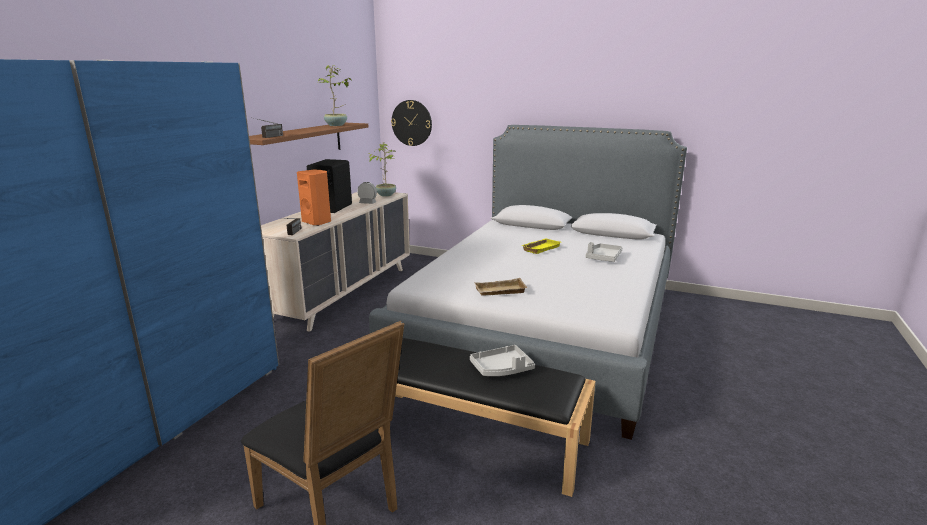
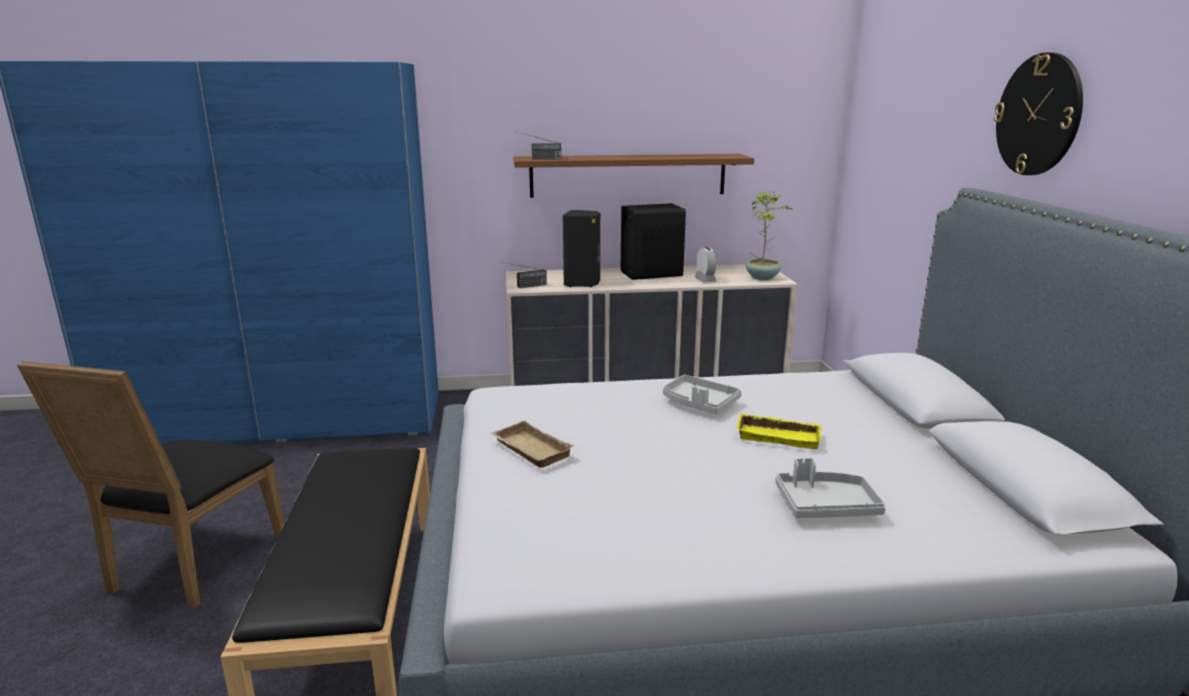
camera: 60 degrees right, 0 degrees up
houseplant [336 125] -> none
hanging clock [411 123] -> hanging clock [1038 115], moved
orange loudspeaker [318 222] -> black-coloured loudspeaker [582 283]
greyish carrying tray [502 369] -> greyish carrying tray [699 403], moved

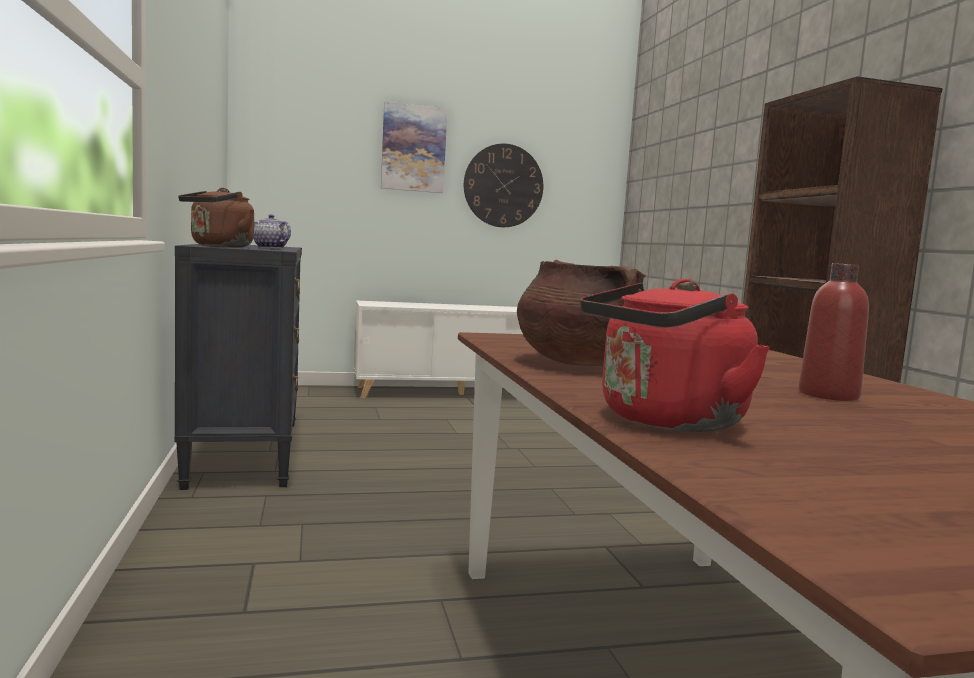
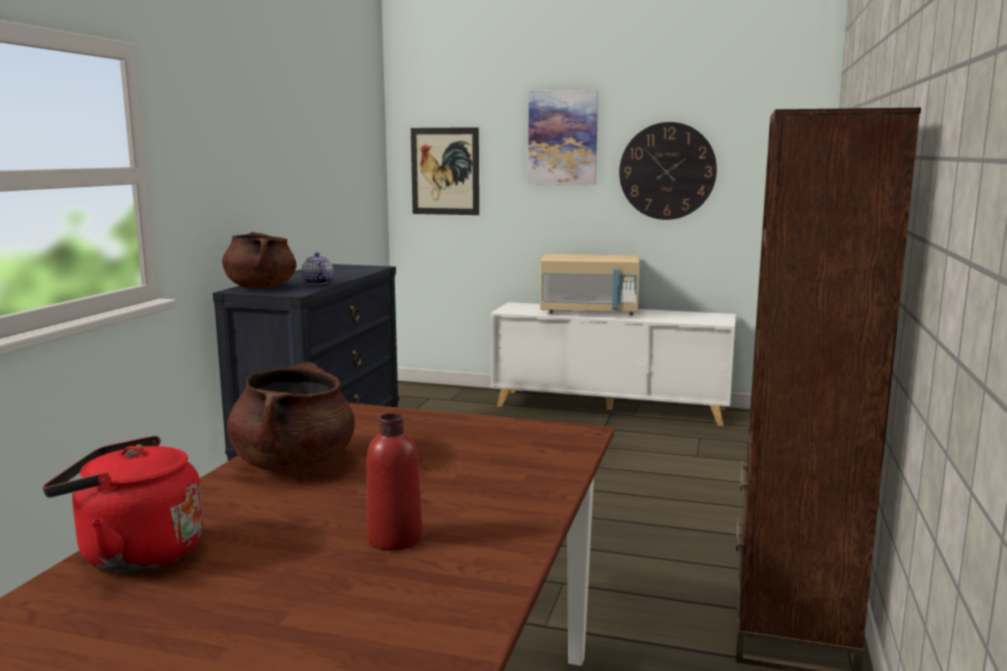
camera: 30 degrees right, 5 degrees up
brown-coloured water kettle [219 246] -> brown-coloured saucepot [261 287]
none -> picture [445 171]
none -> beige microwave [589 312]

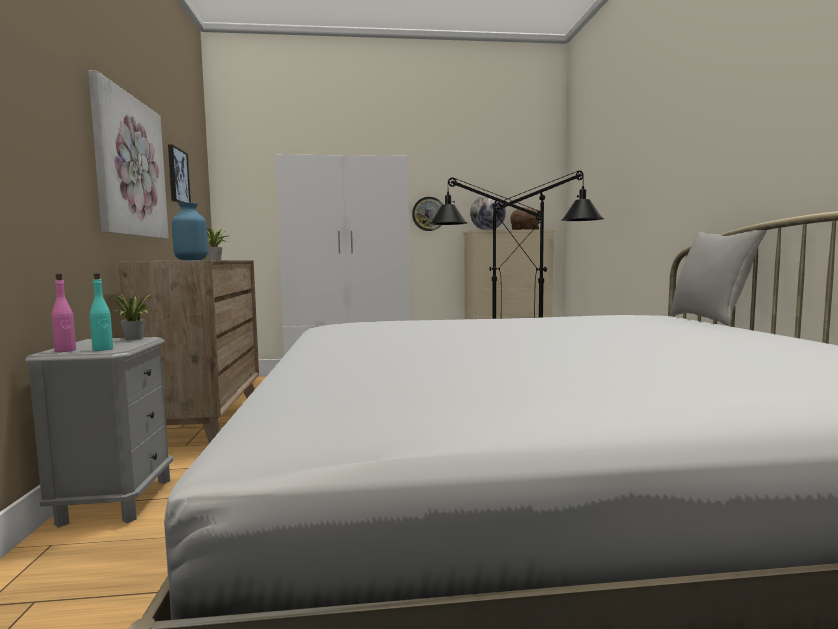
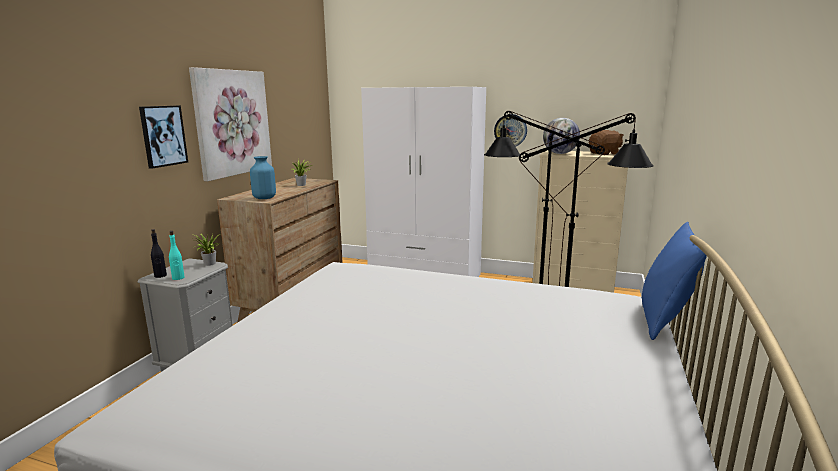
camera: 25 degrees right, 10 degrees up
picture [177 176] -> picture [163 136], moved
greyish cushion [710 320] -> blue cushion [664 321]
pink-coloured bottle [65 350] -> black-coloured bottle [160 276]

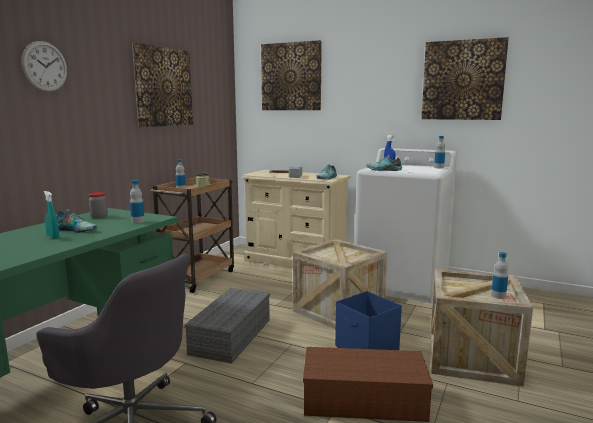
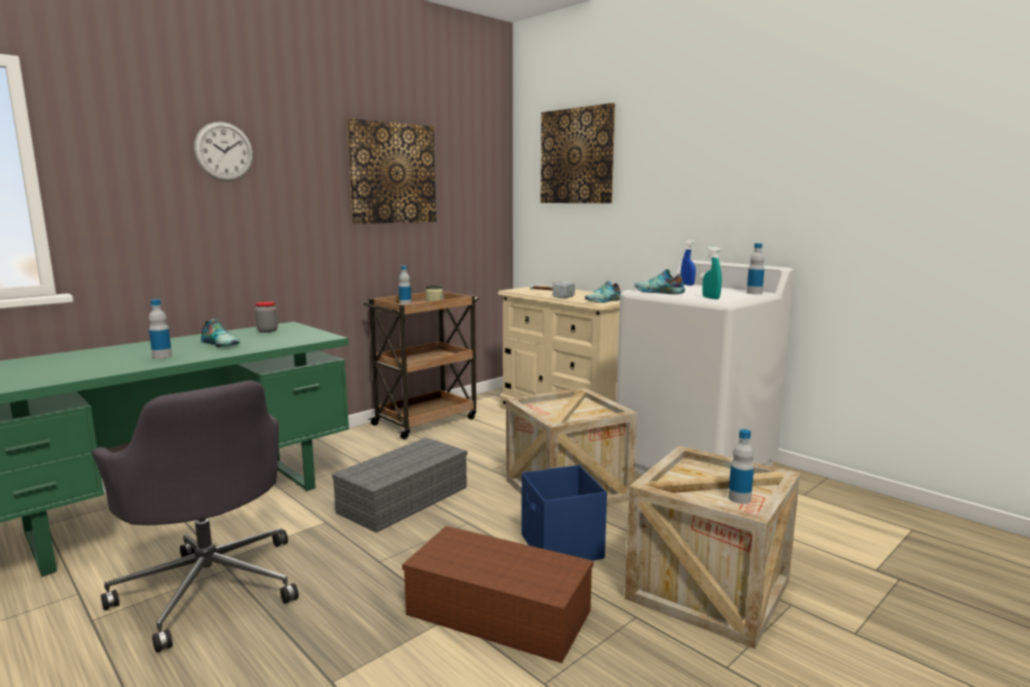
camera: 20 degrees right, 0 degrees up
picture [463 80] -> none
bottle [138 221] -> bottle [162 356], moved
turquoise-coloured hand sprayer [53 237] -> turquoise-coloured hand sprayer [710 298], moved

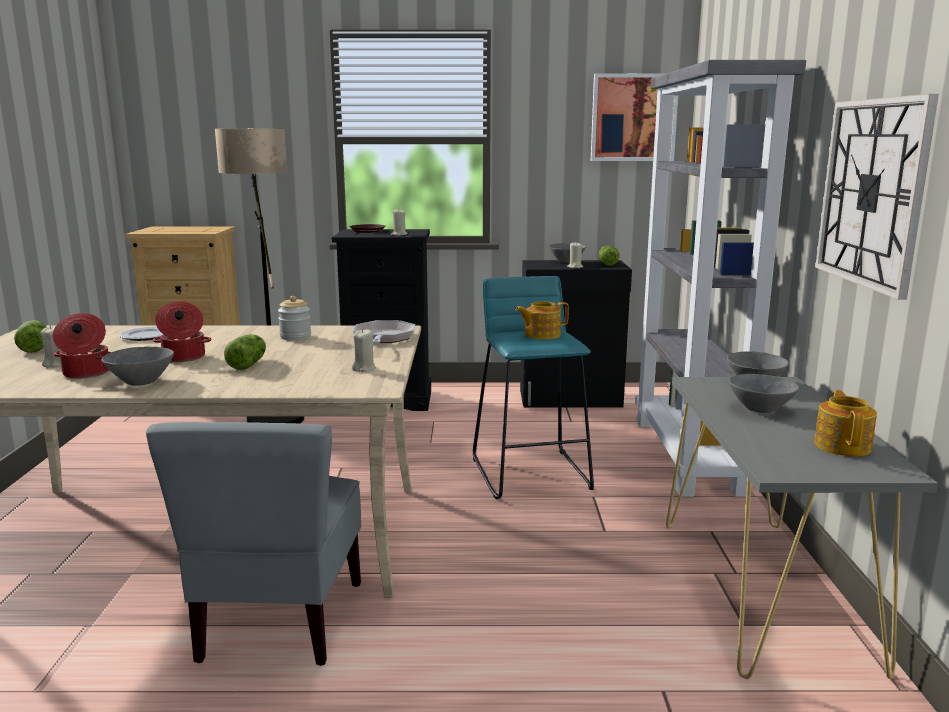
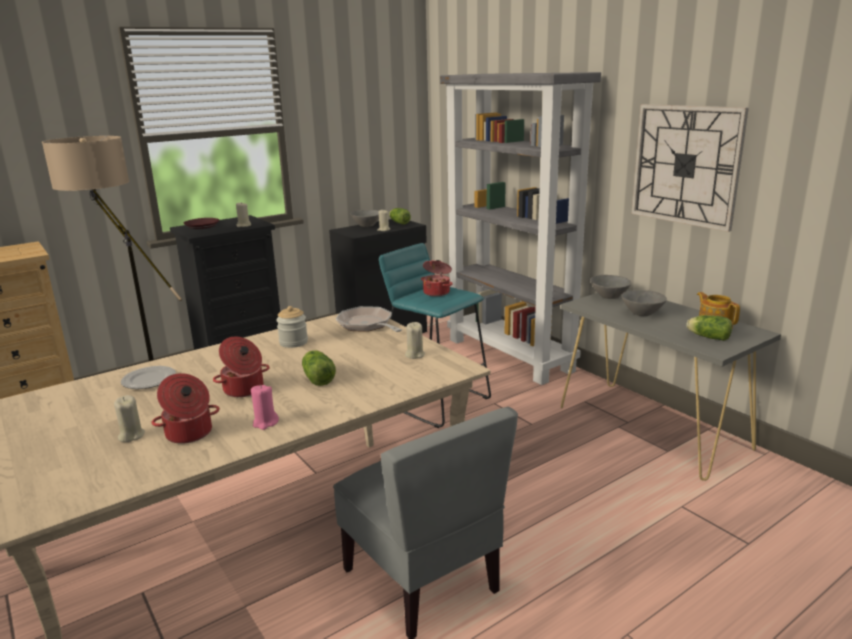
camera: 35 degrees left, 5 degrees up
picture [633 118] -> none
teapot [541 335] -> saucepot [437 292]
lettuce head [35 347] -> lettuce head [707 337], moved
greyish bowl [142 381] -> pink-coloured candle [265 423]

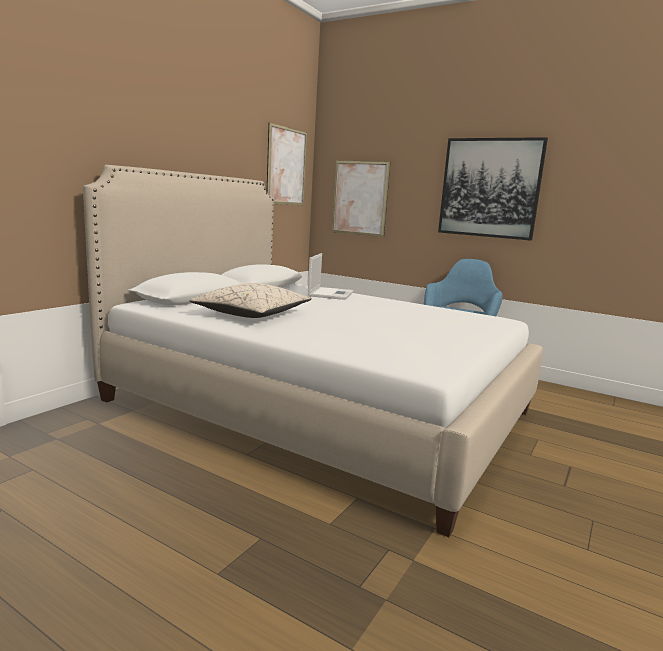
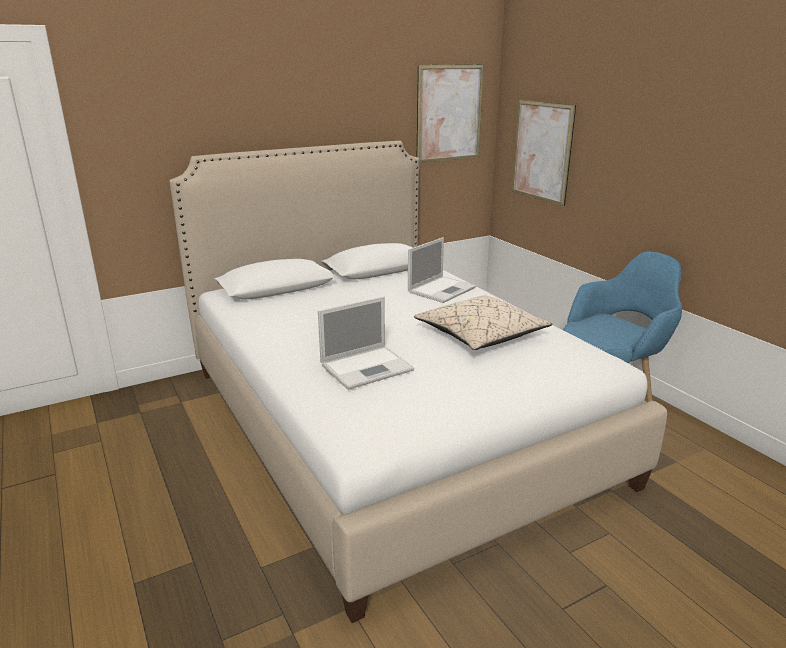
camera: 30 degrees right, 10 degrees up
picture [490 188] -> none
beige cushion [251 314] -> beige cushion [480 335], moved
none -> laptop [368 367]

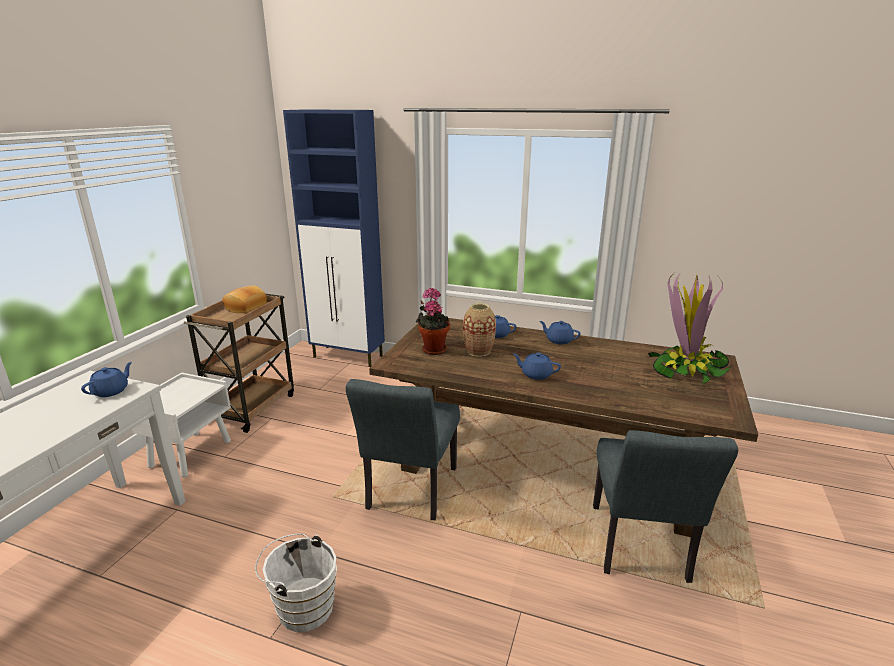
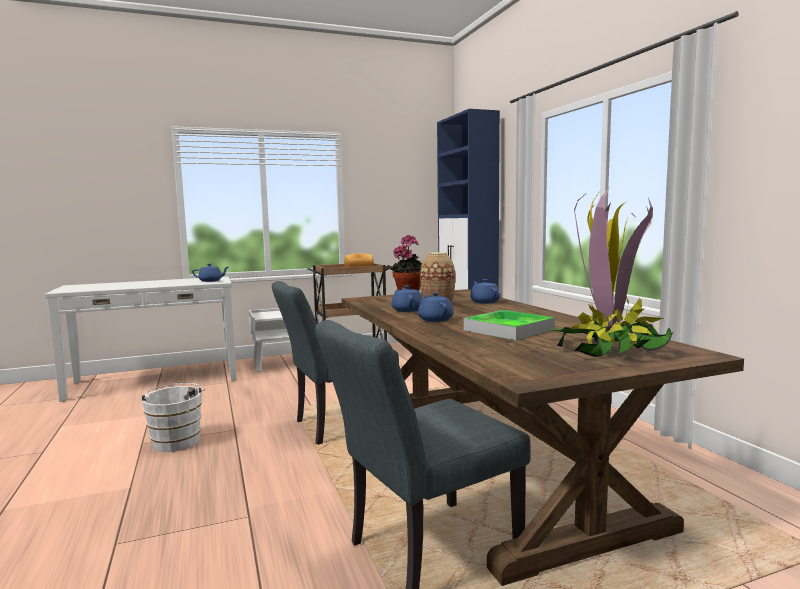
camera: 50 degrees right, 15 degrees down
blue teapot [559 340] -> blue teapot [407 310], moved
none -> carrying tray [508 330]

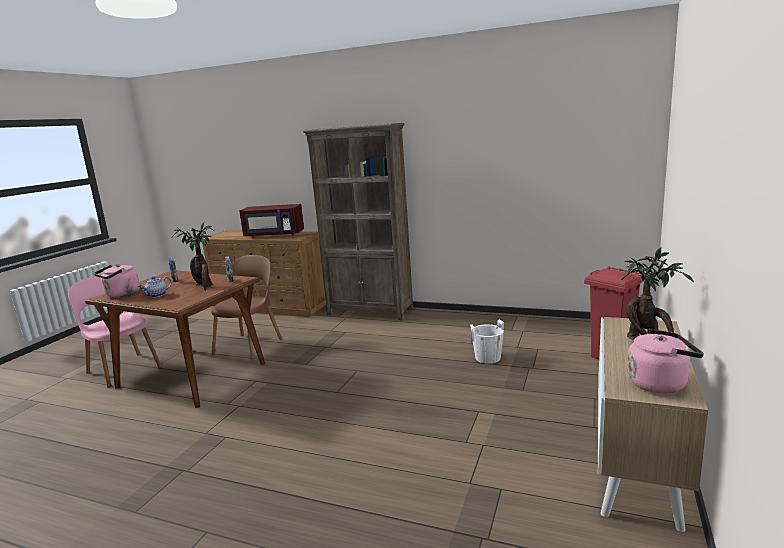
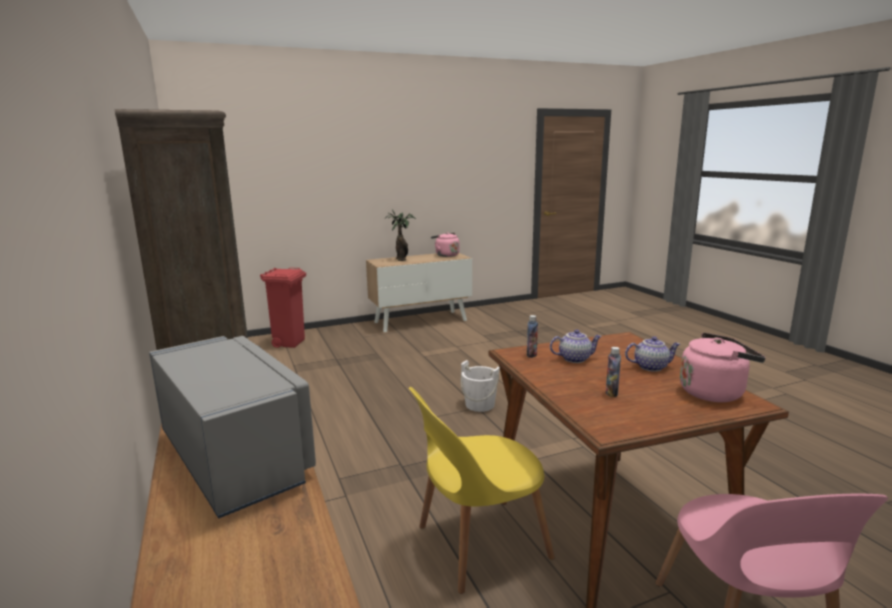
camera: 135 degrees left, 0 degrees up
reddish microwave [273 235] -> greyish microwave [236 457]
houseplant [204 286] -> teapot [574 359]
brown-coloured plain chair [249 345] -> yellow-coloured plain chair [478 544]
white-coloured bucket [487 358] -> white-coloured bucket [479 405], moved

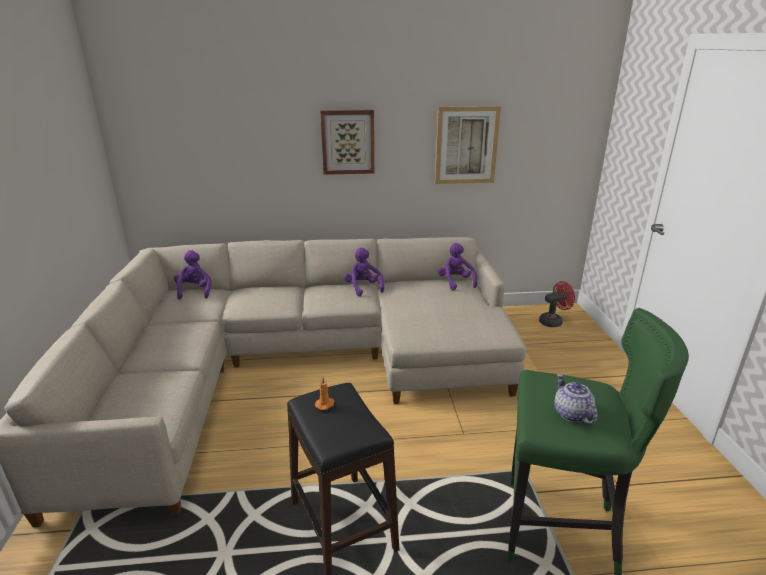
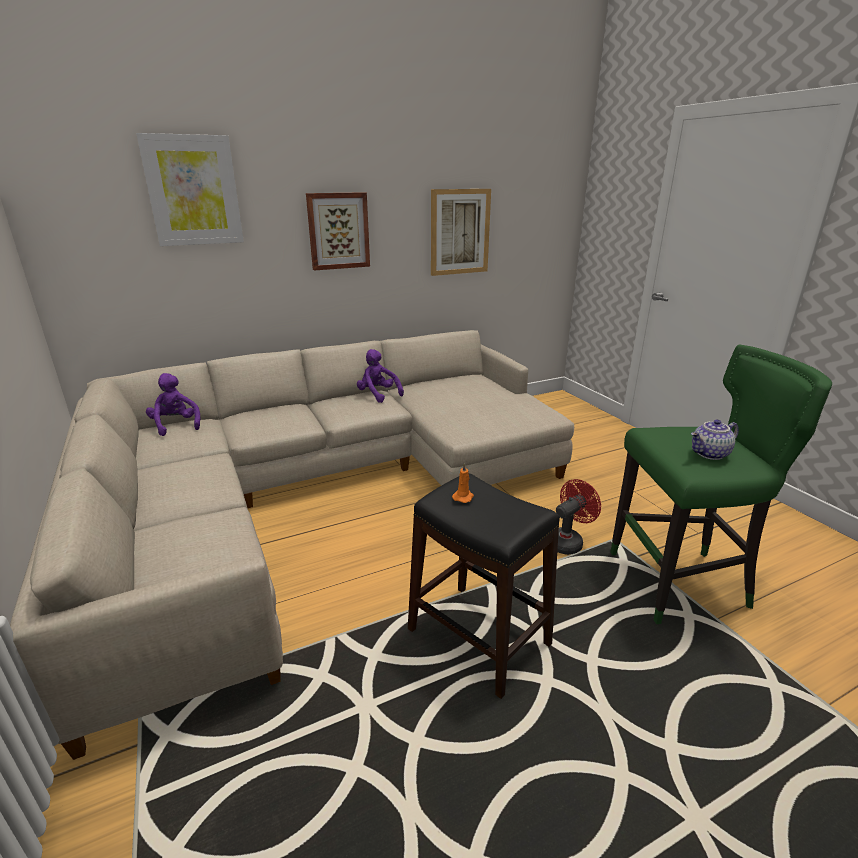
camera: 20 degrees left, 0 degrees up
purple plush toy [455 282] -> none
reddish electric fan [553 321] -> reddish electric fan [568 541], moved
teapot [571 414] -> teapot [710 454], 75 degrees counterclockwise
none -> picture [193 191]

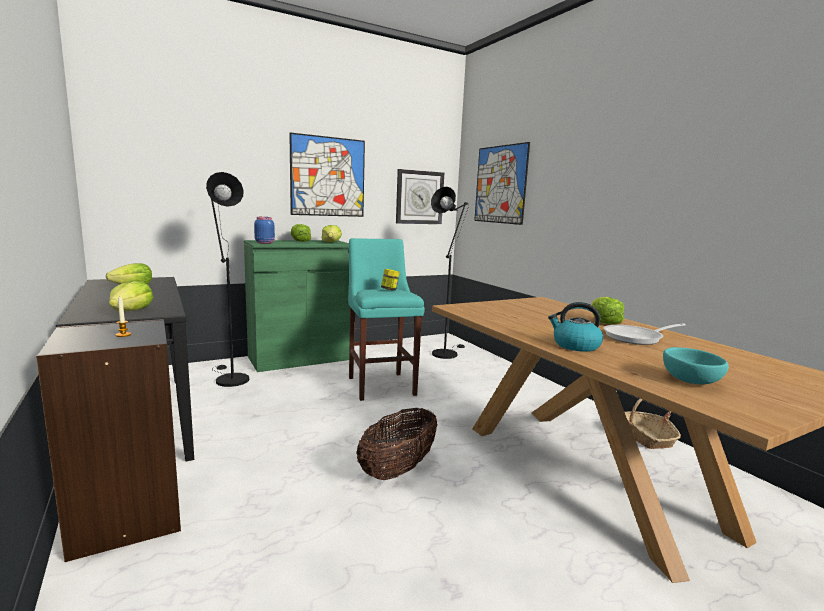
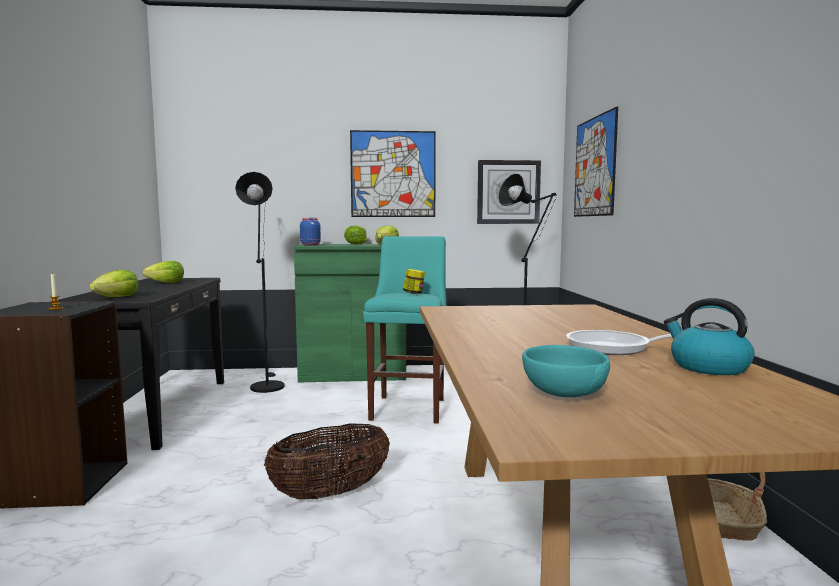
camera: 25 degrees right, 5 degrees down
lettuce head [603 321] -> none
water kettle [575 346] -> water kettle [708 367], moved

